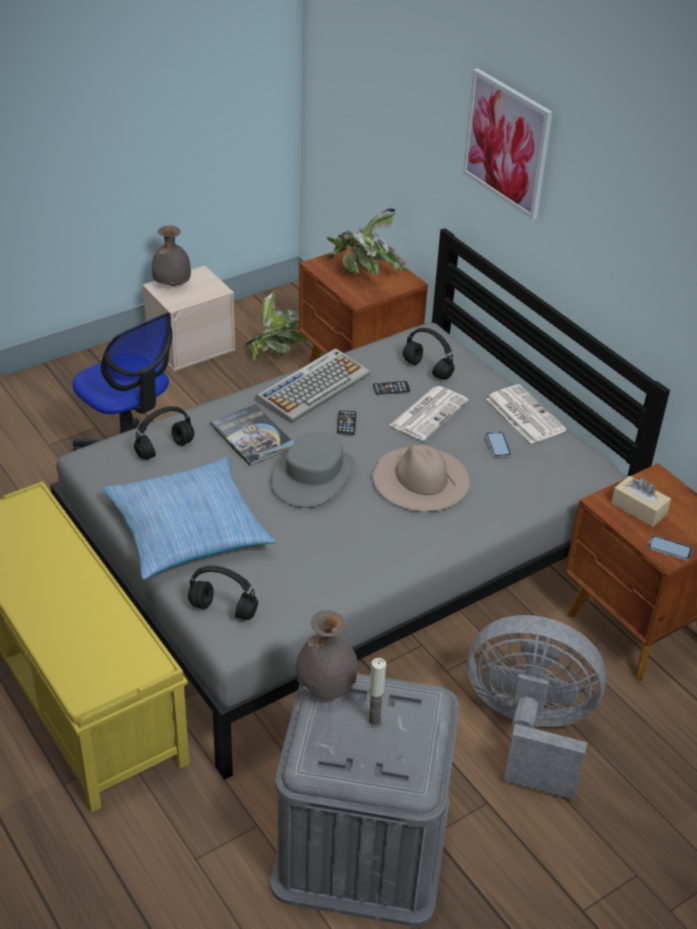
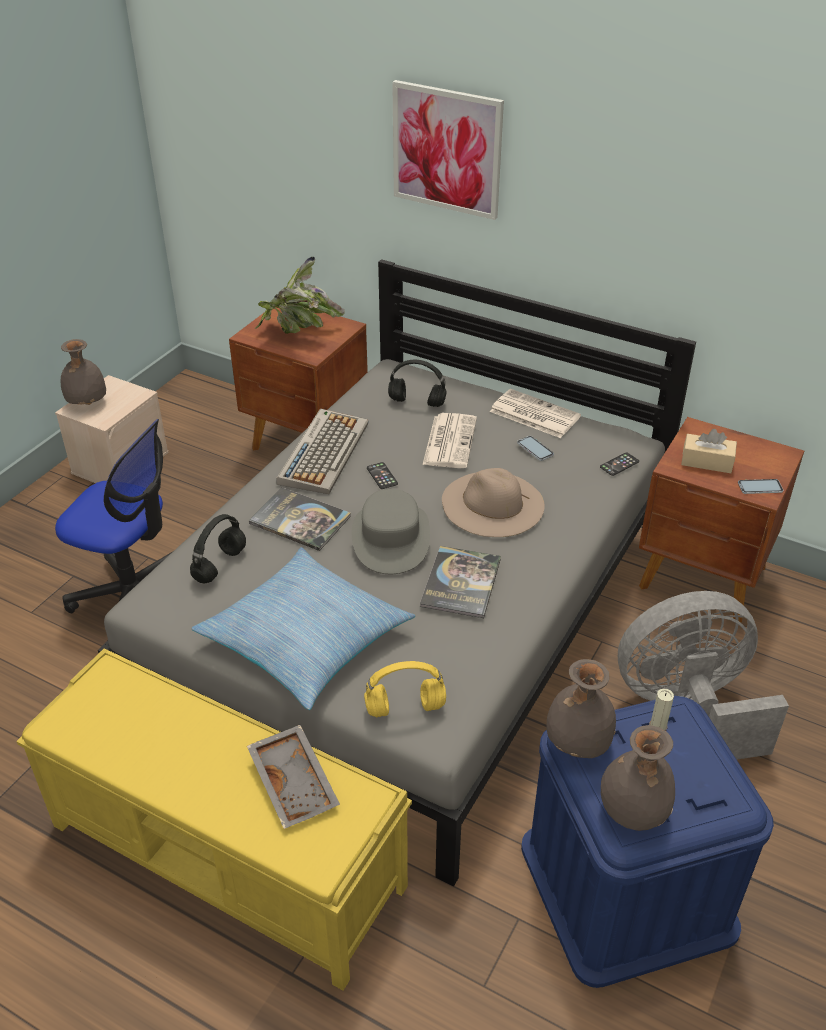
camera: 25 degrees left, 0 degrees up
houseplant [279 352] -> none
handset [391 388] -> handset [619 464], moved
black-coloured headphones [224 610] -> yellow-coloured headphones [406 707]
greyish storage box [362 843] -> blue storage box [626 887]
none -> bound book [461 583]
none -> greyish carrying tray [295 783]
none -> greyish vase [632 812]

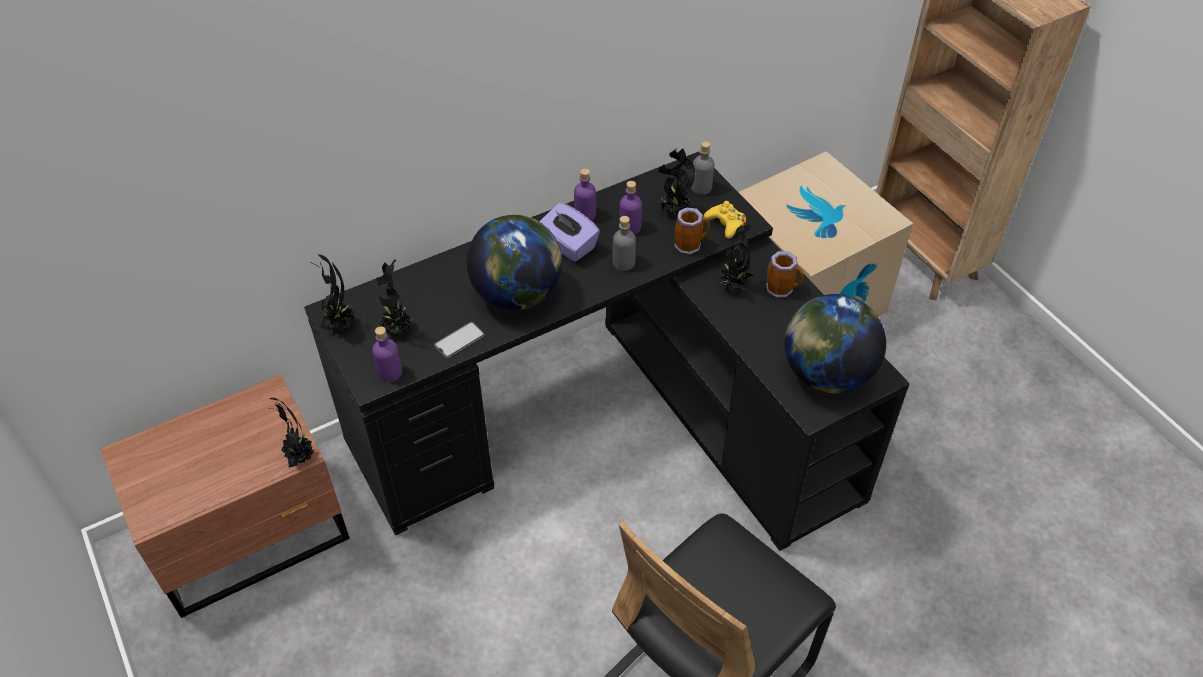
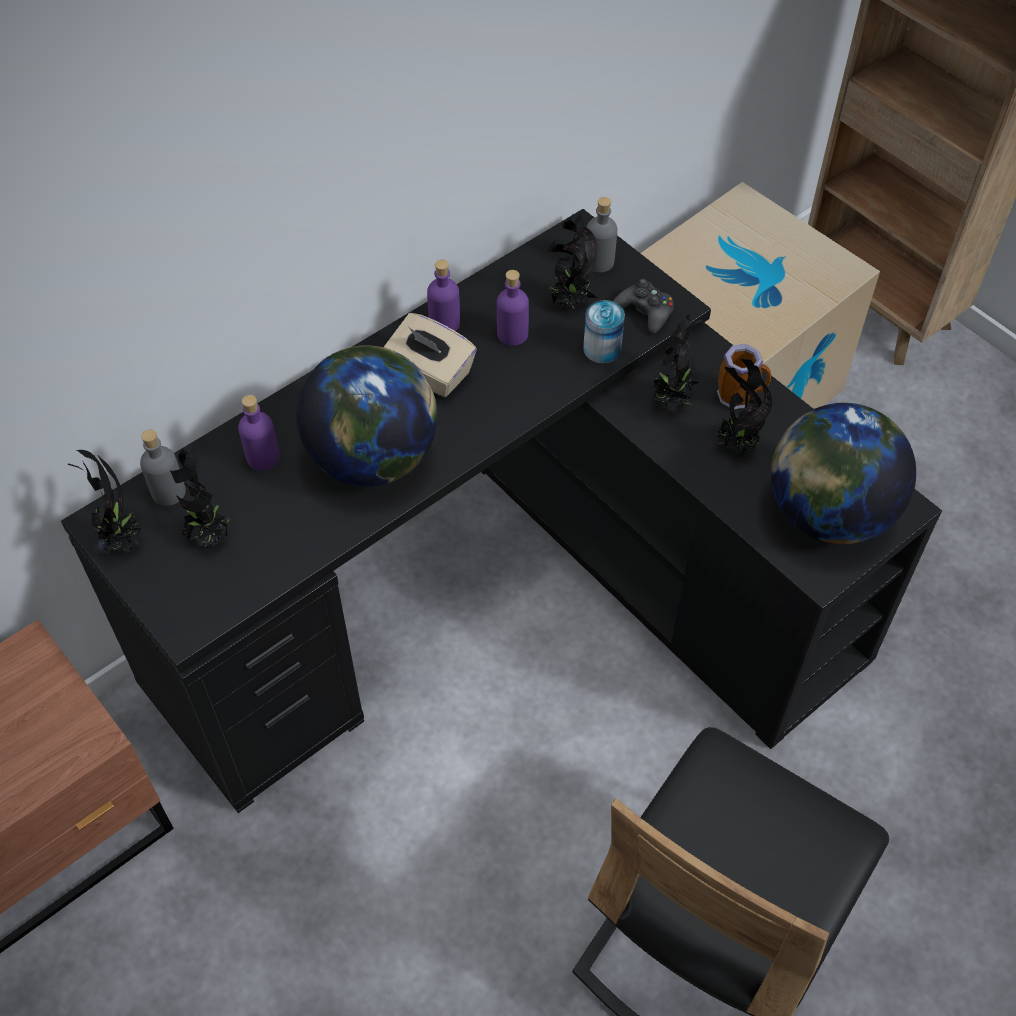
camera: 10 degrees left, 5 degrees up
yellow-coloured game controller [726 224] -> black-coloured game controller [645 311]
purple tissue holder [568 245] -> beige tissue holder [430 373]
tea mug [690 244] -> metal can [602 349]
greyish bottle [623 262] -> greyish bottle [168 492], moved
handset [459 340] -> none
purple bottle [390 372] -> purple bottle [263 457], moved
houseplant [299 457] -> houseplant [734 445], moved

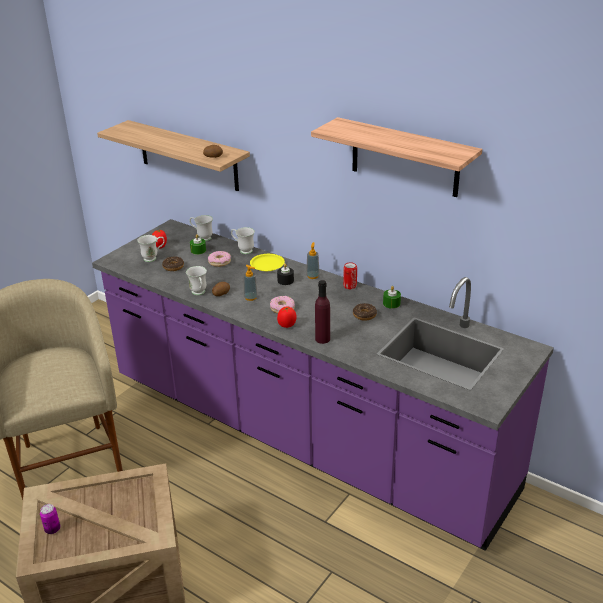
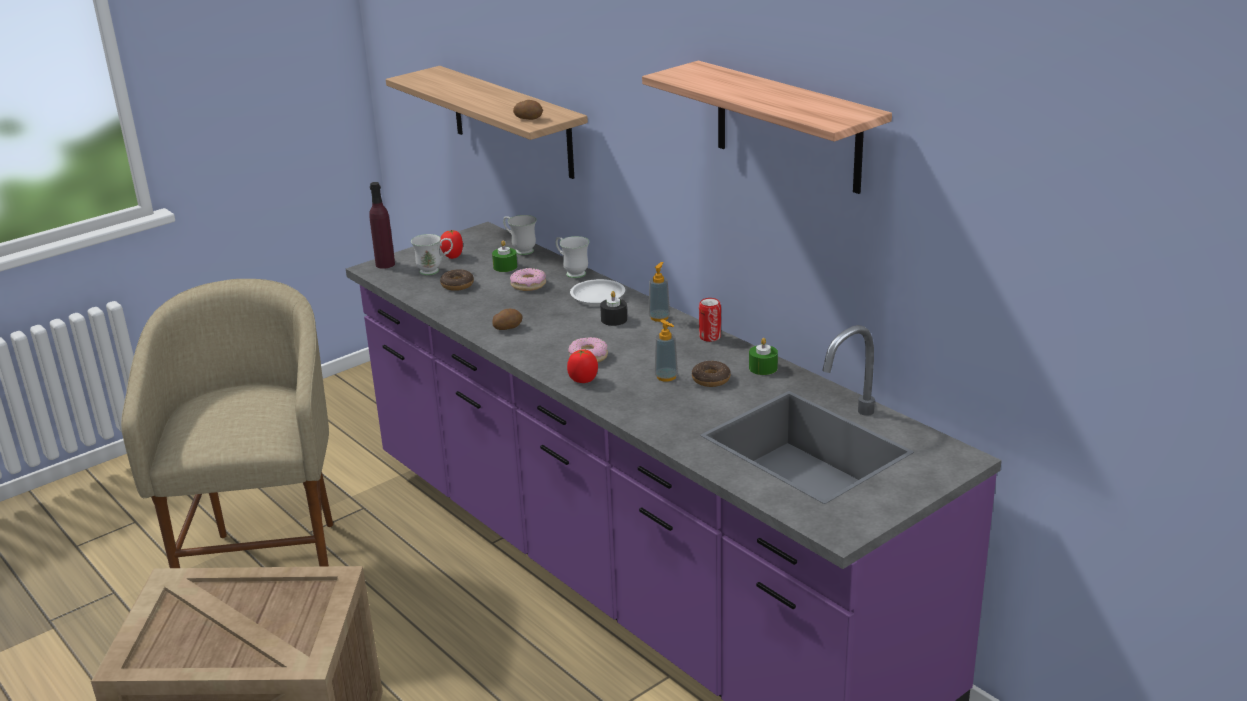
camera: 15 degrees right, 5 degrees down
yellow-coloured plate [267 265] -> white-coloured plate [597 295]
soap dispenser [250 297] -> soap dispenser [666 377], moved
white-coloured tea mug [199 293] -> none
purple bottle [322 339] -> purple bottle [385 264], moved
metal can [52 529] -> none

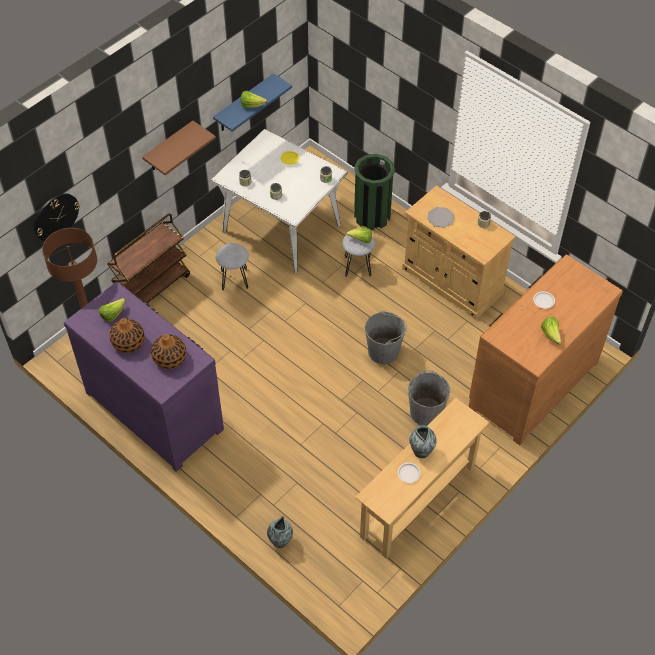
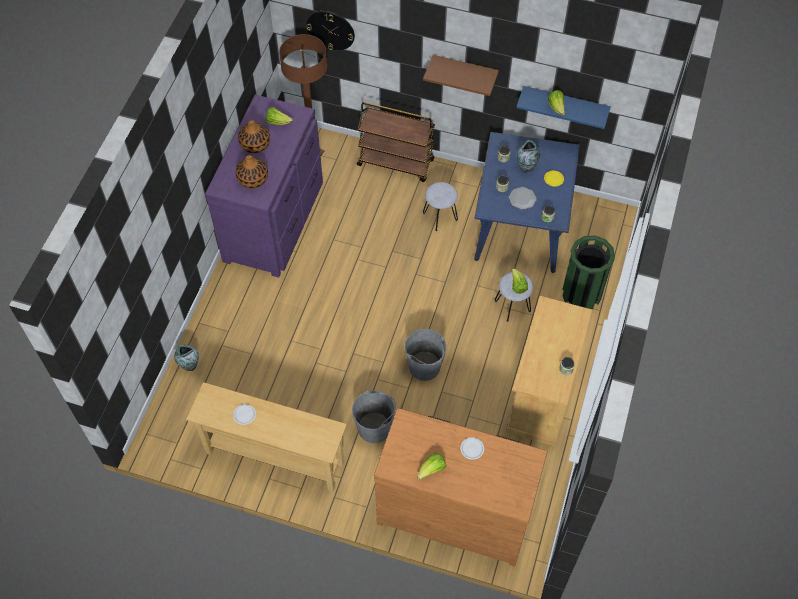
camera: 65 degrees right, 5 degrees up
white-coloured kitchen table [282 228] -> blue kitchen table [520 227]
plate [440 218] -> plate [522 199], moved
vase [421 450] -> vase [526 166], moved

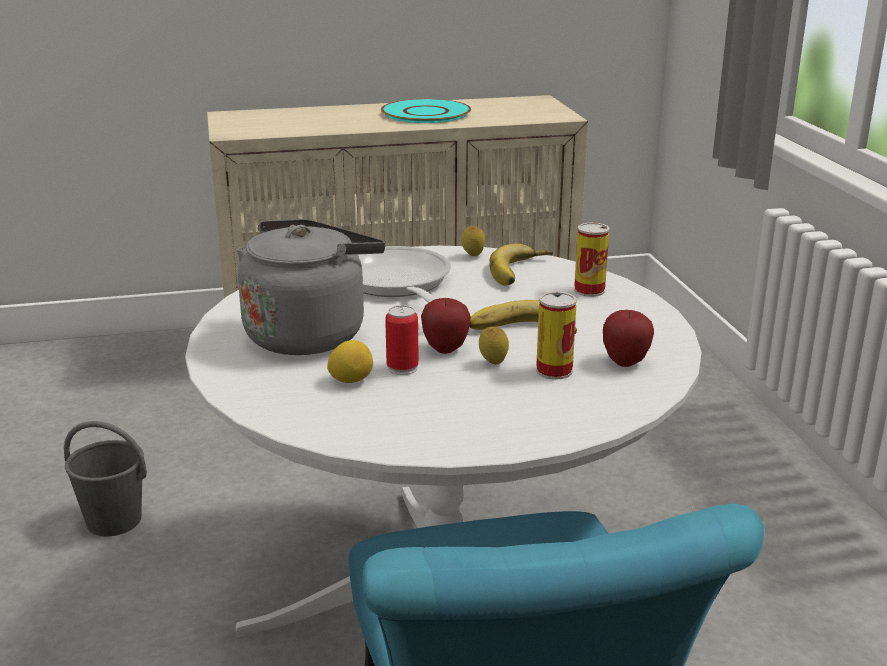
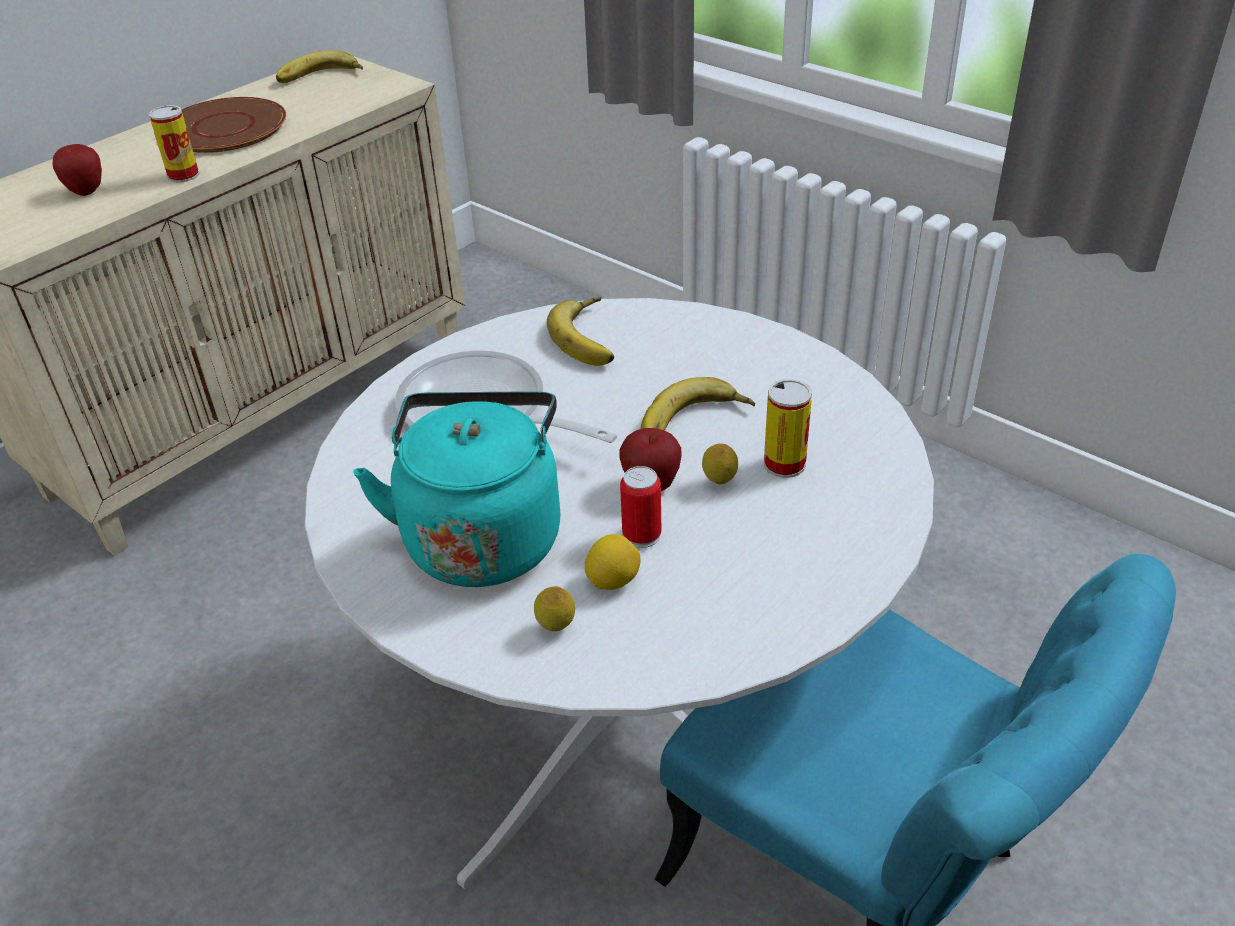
camera: 35 degrees left, 15 degrees up
turquoise-coloured plate [425 113] -> brown-coloured plate [224 127]
greyish water kettle [309 334] -> turquoise-coloured water kettle [483 536]
metal can [589 290] -> metal can [183 175], moved
lemon [473 256] -> lemon [556 628], moved
apple fruit [625 362] -> apple fruit [86 191], moved
greyish bucket [113 520] -> none
none -> banana [320 77]

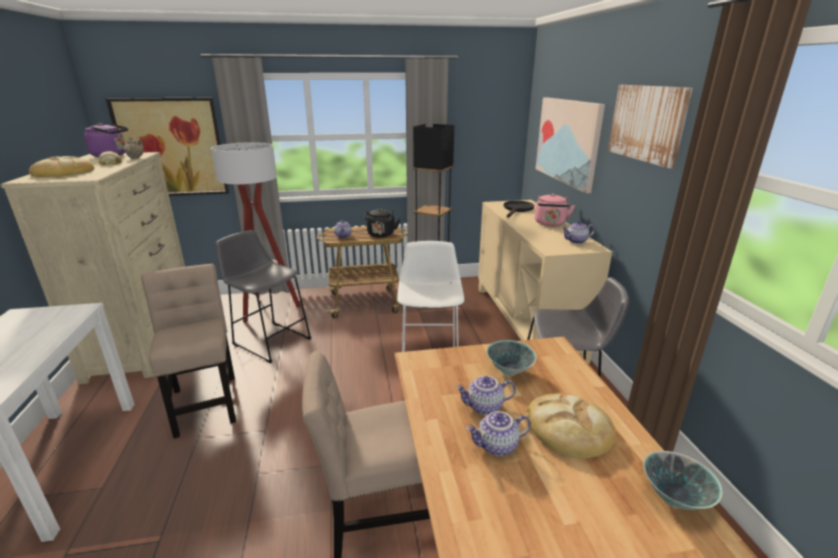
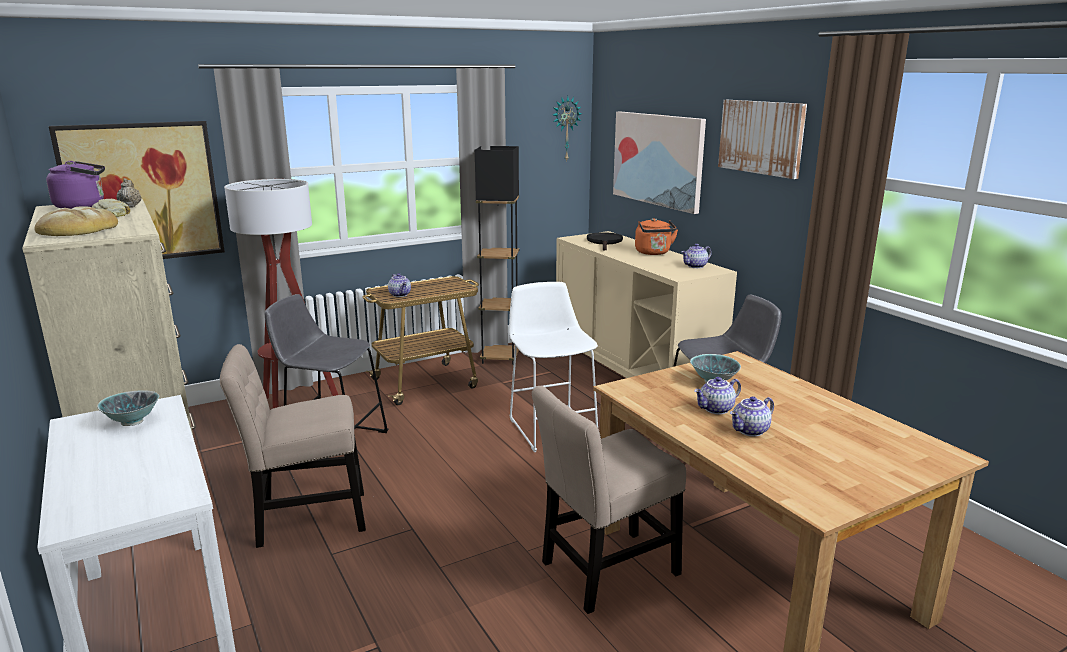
camera: 20 degrees left, 5 degrees down
pink-coloured water kettle [550 224] -> orange water kettle [653 253]
black-coloured water kettle [381 235] -> none
beige plain chair [205 402] -> beige plain chair [305 518], 60 degrees counterclockwise
baked bread [568 428] -> none
bowl [674 499] -> bowl [132 422], moved
none -> hanging clock [565 128]

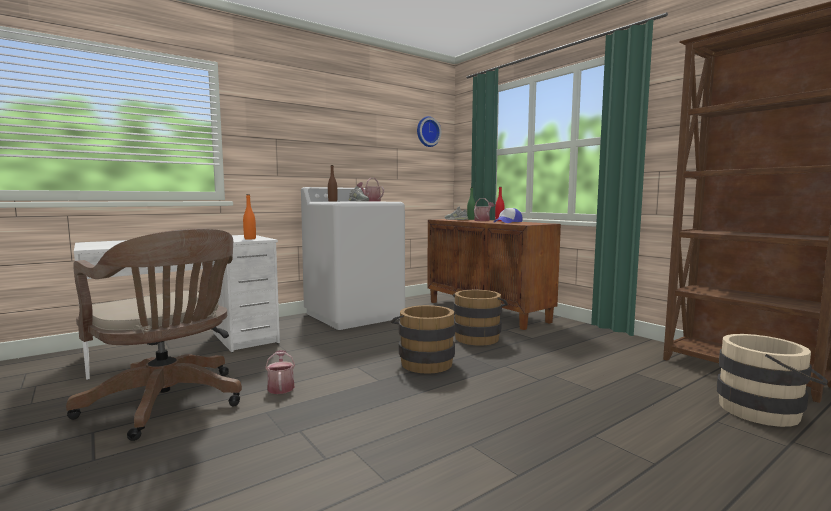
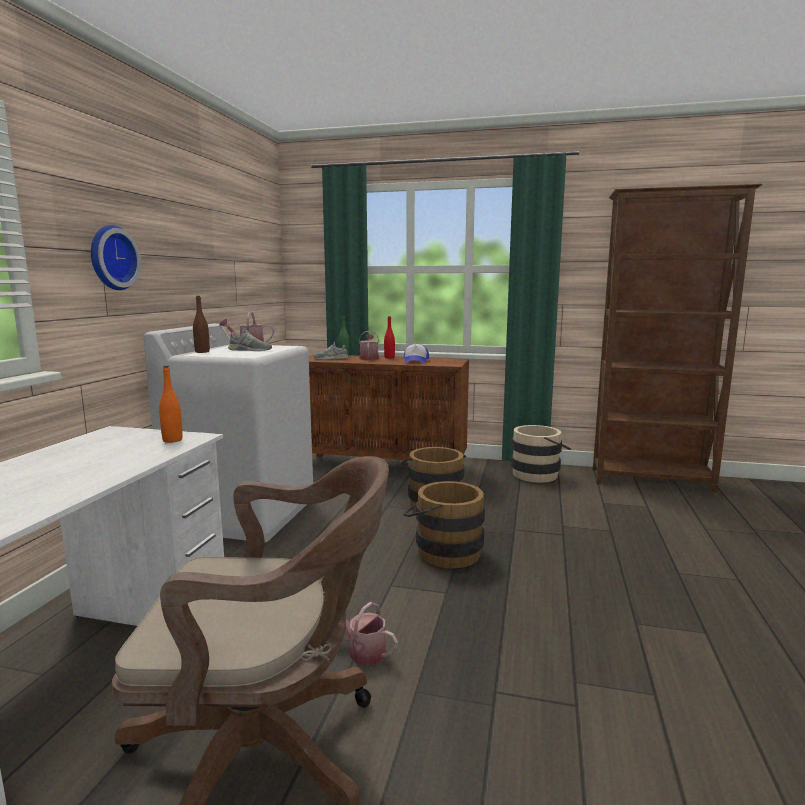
camera: 40 degrees left, 5 degrees up
hanging clock [427 132] -> hanging clock [111 258], moved
beige bucket [766 411] -> beige bucket [539 474], moved

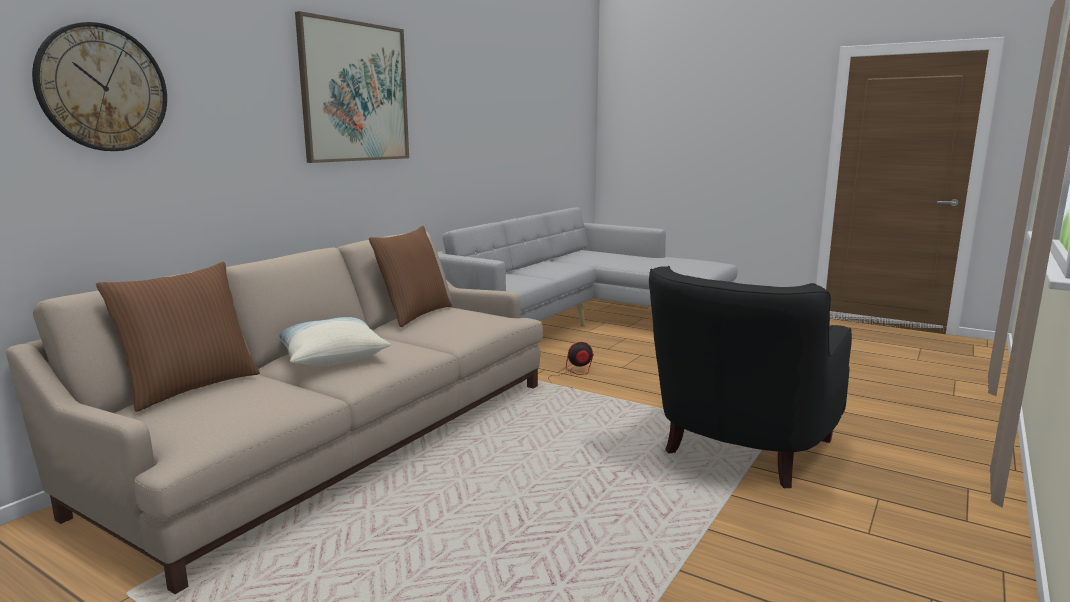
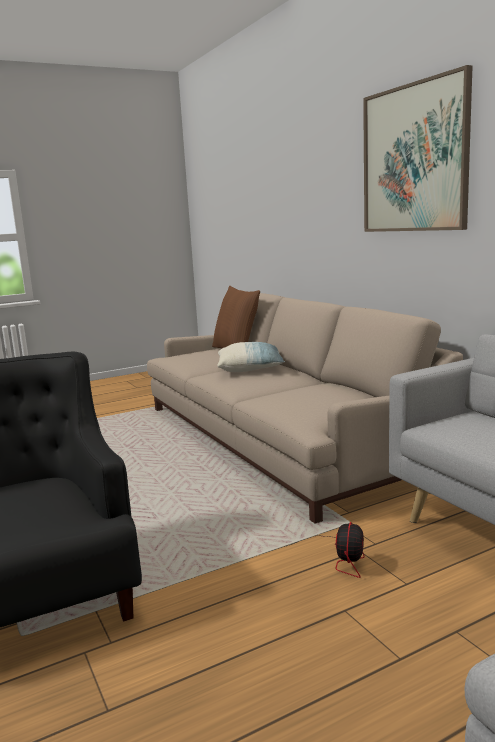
camera: 120 degrees right, 0 degrees up
hanging clock [102 88] -> none
brown-coloured cushion [414 315] -> none

